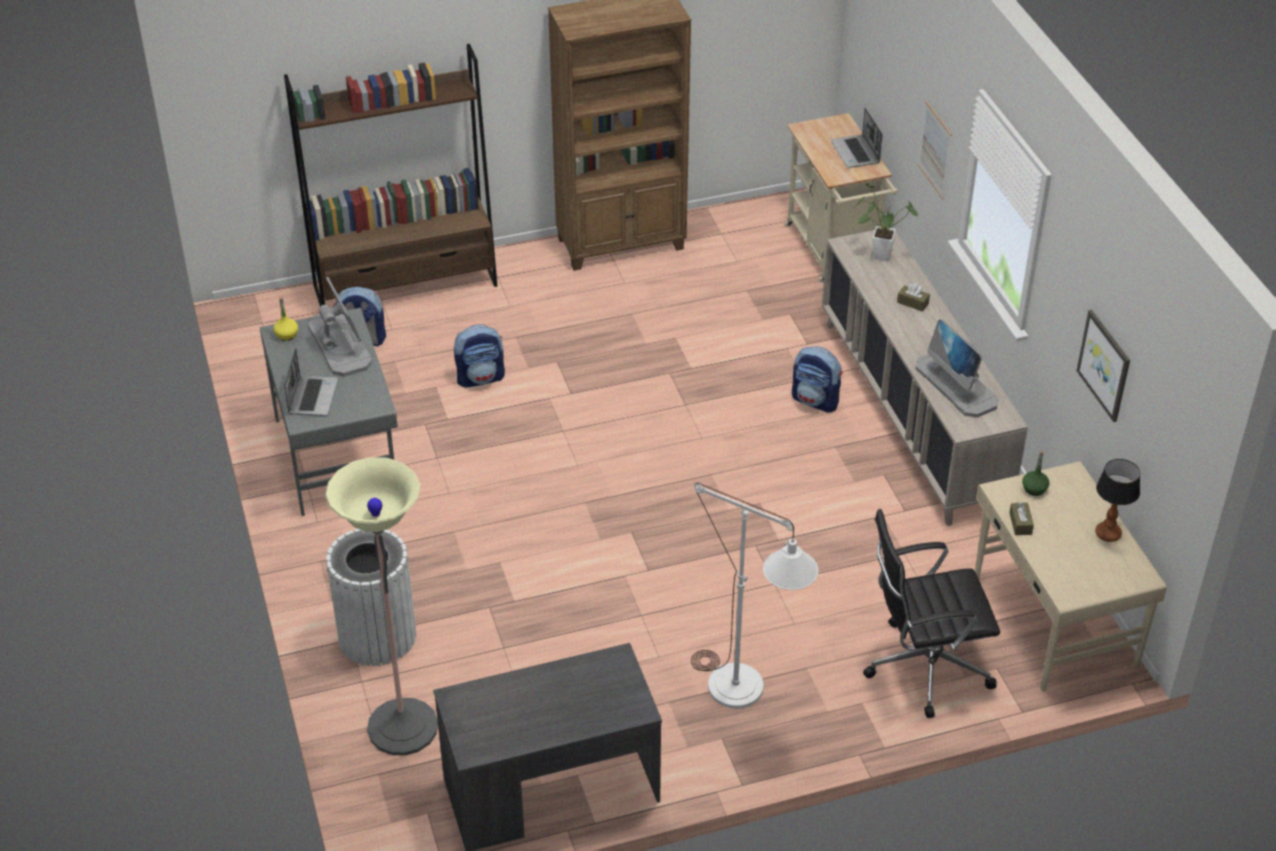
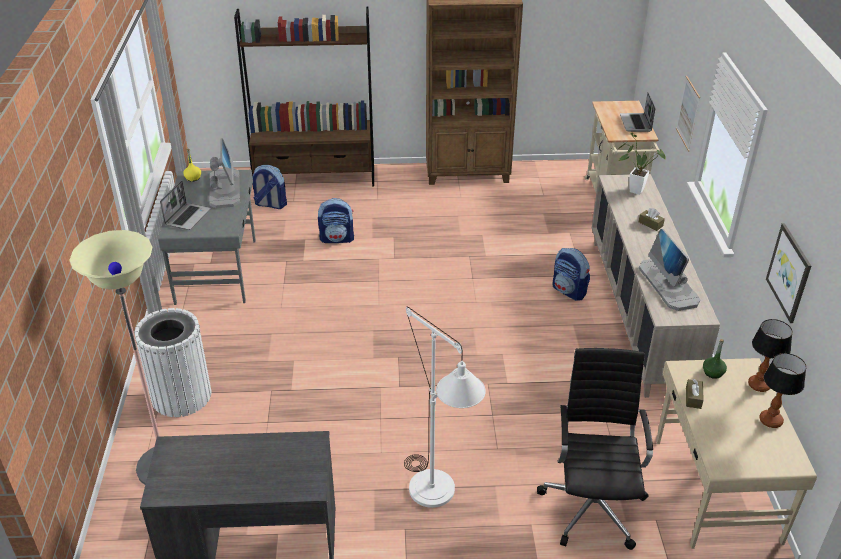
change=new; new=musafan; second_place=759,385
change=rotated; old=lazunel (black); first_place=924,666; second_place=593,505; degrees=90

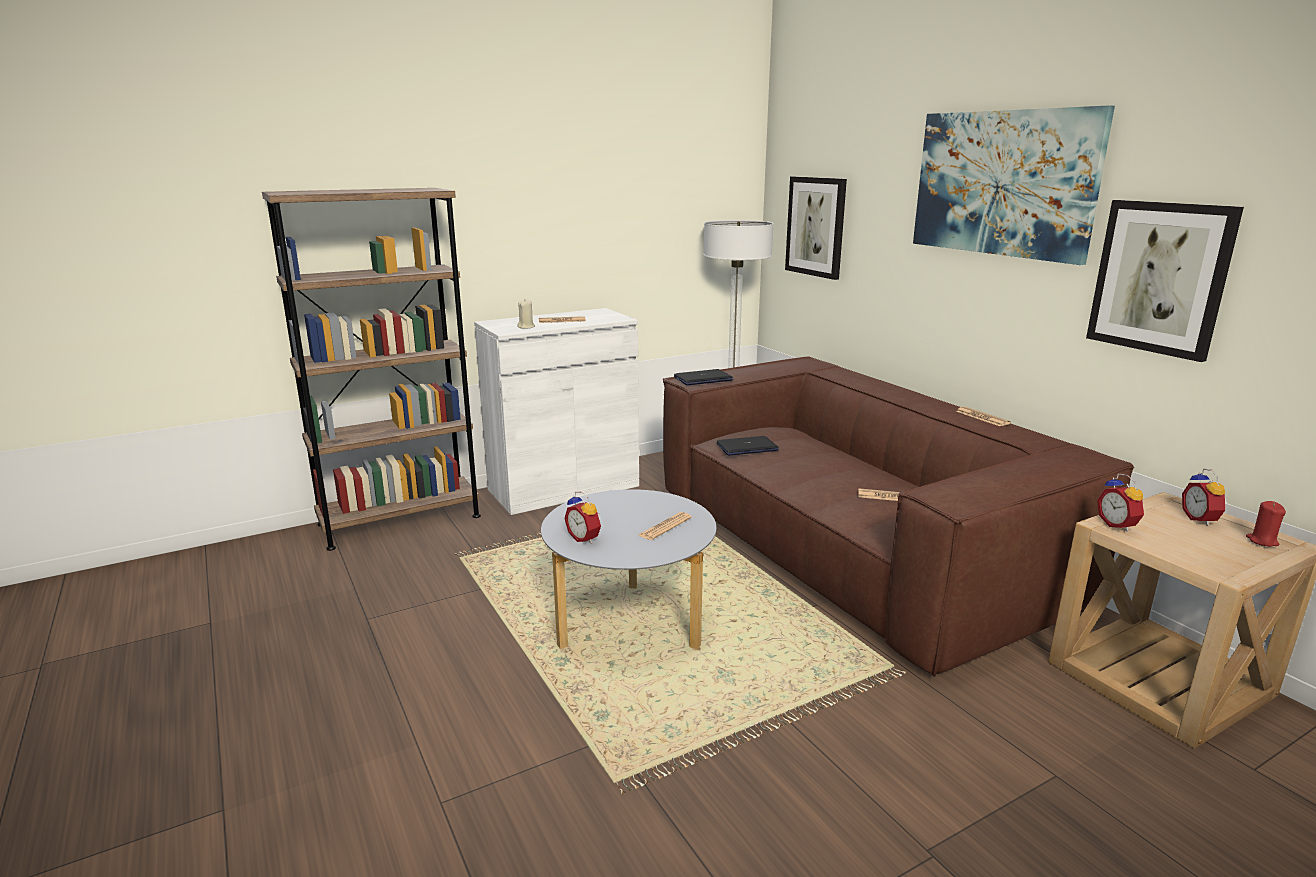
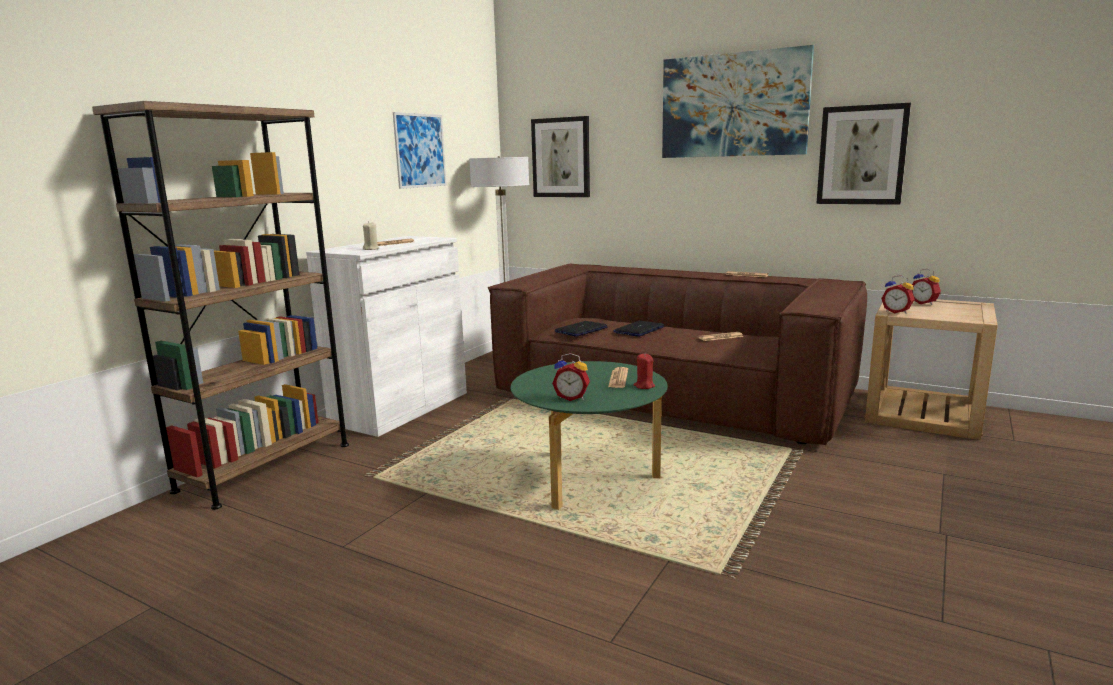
change=new; new=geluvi; second_place=420,150
change=shifted; old=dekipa; first_place=703,379; second_place=639,330
change=shifted; old=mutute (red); first_place=1262,541; second_place=644,386
change=repainted; old=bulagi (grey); new=bulagi (green); first_place=630,625; second_place=590,479

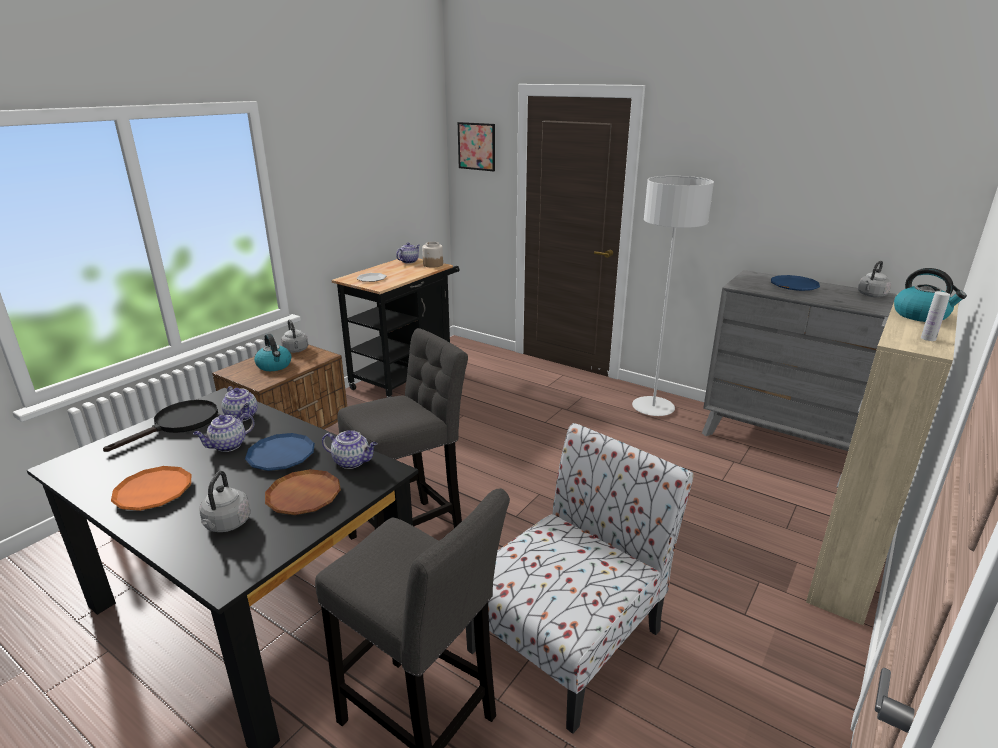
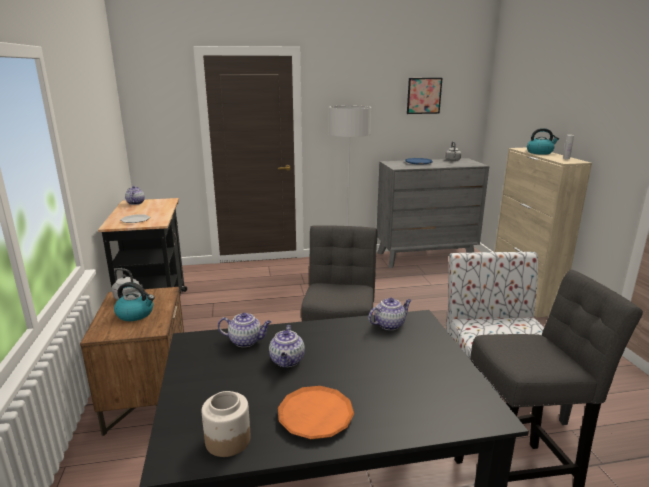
change=gone; old=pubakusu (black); first_place=178,424
change=gone; old=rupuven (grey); first_place=226,524
change=gone; old=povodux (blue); first_place=281,456
change=gone; old=povodux (brown); first_place=303,496
change=shifted; old=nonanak; first_place=433,264; second_place=227,440
change=shifted; old=geluvi; first_place=476,146; second_place=424,95

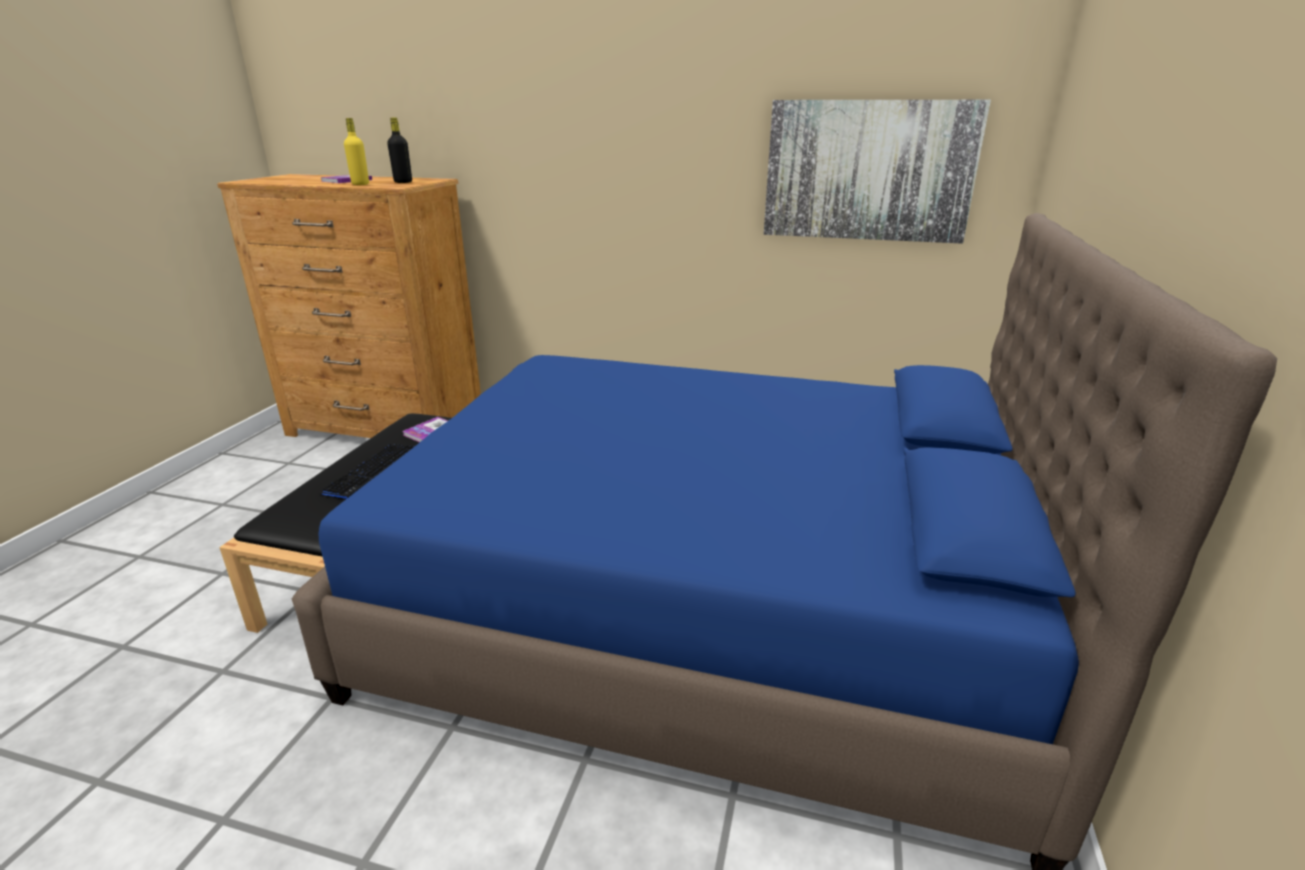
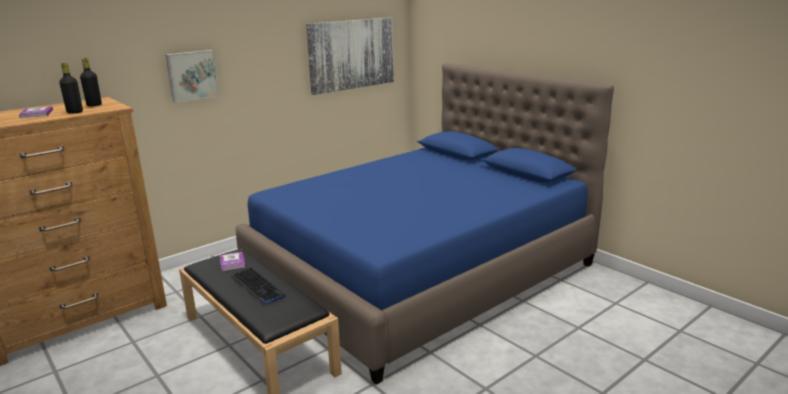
change=new; new=geluvi; second_place=192,75
change=repainted; old=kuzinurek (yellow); new=kuzinurek (black); first_place=360,184; second_place=75,112

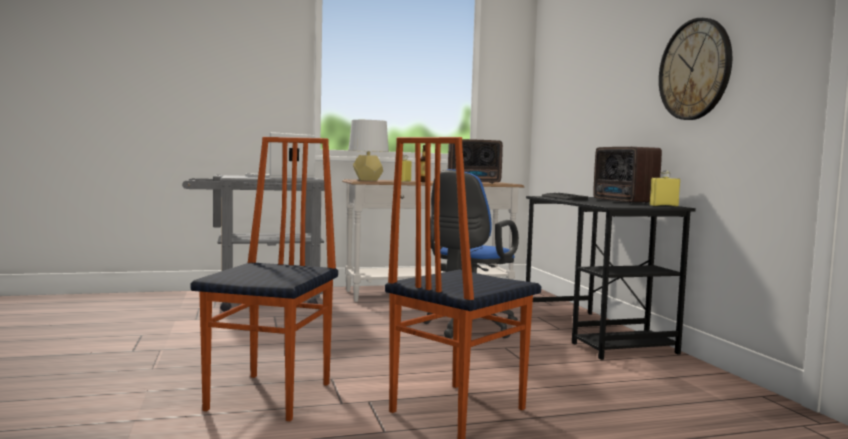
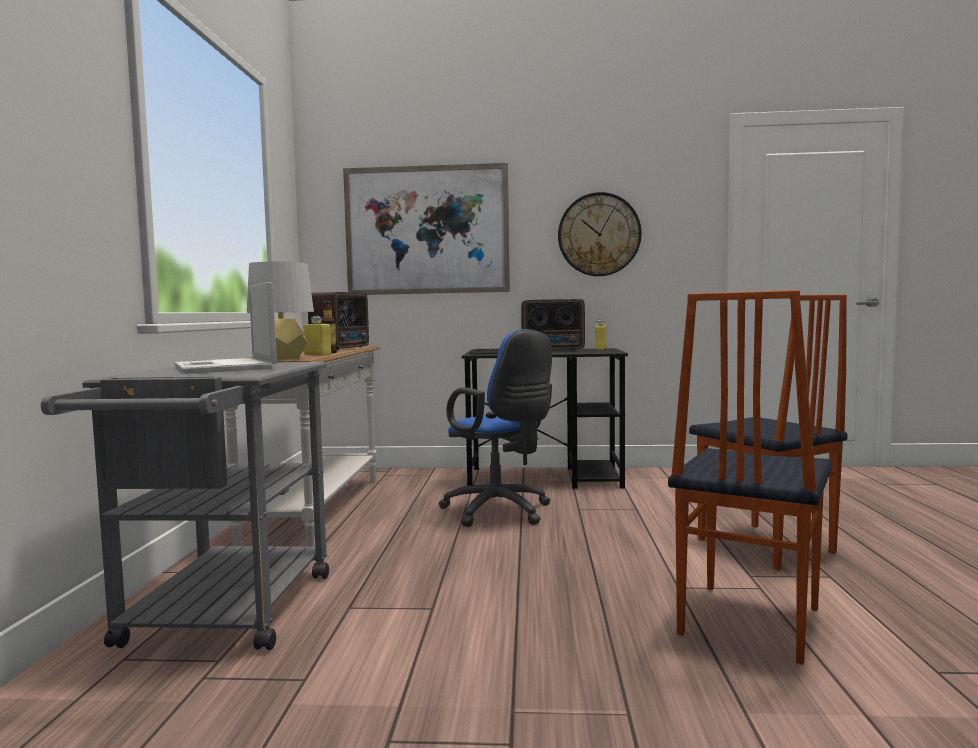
change=new; new=geluvi; second_place=427,230
change=rotated; old=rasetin; first_place=272,396; second_place=746,621; degrees=-90

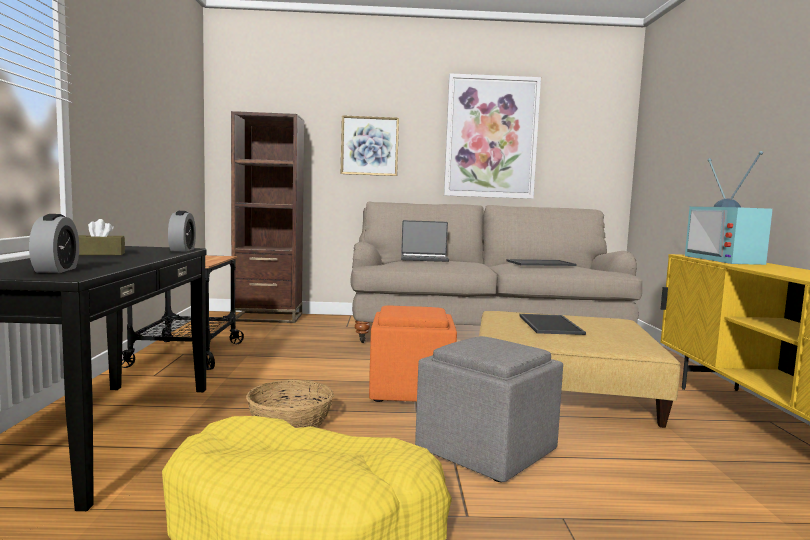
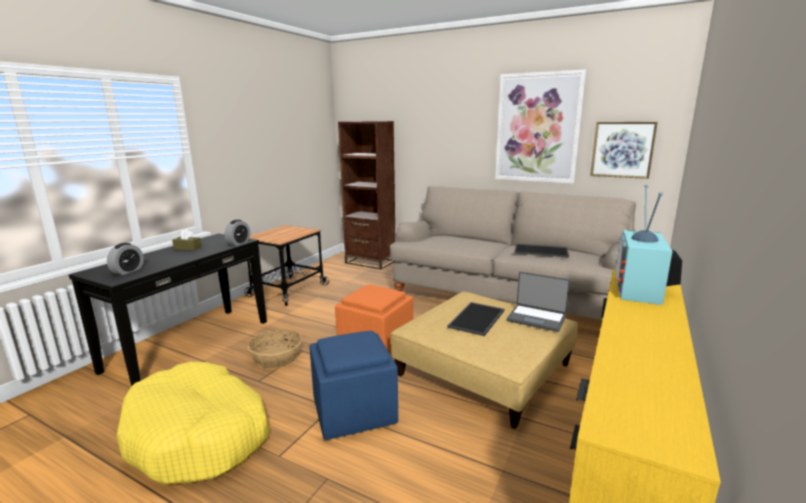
change=shifted; old=geluvi; first_place=369,146; second_place=622,149
change=shifted; old=dekipa; first_place=424,259; second_place=536,318
change=repainted; old=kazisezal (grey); new=kazisezal (blue); first_place=488,451; second_place=355,411

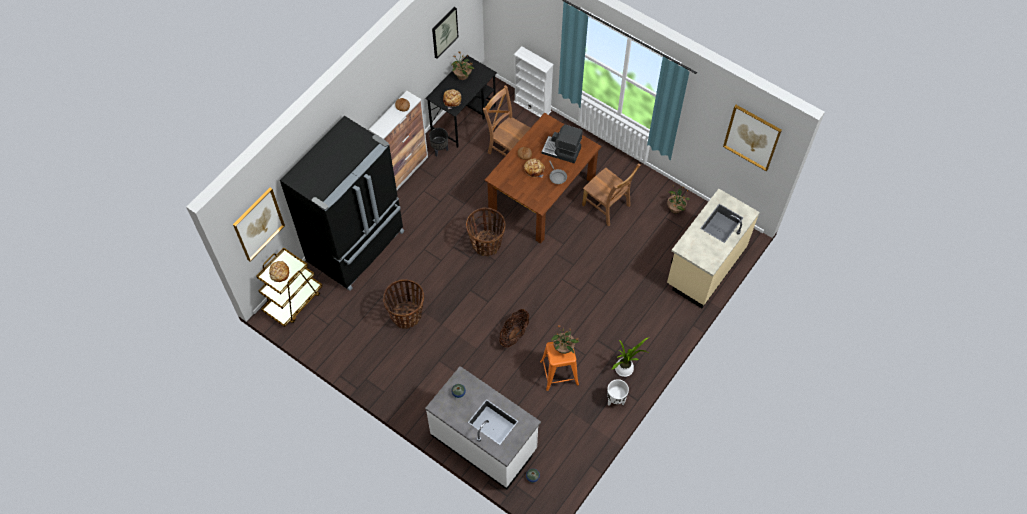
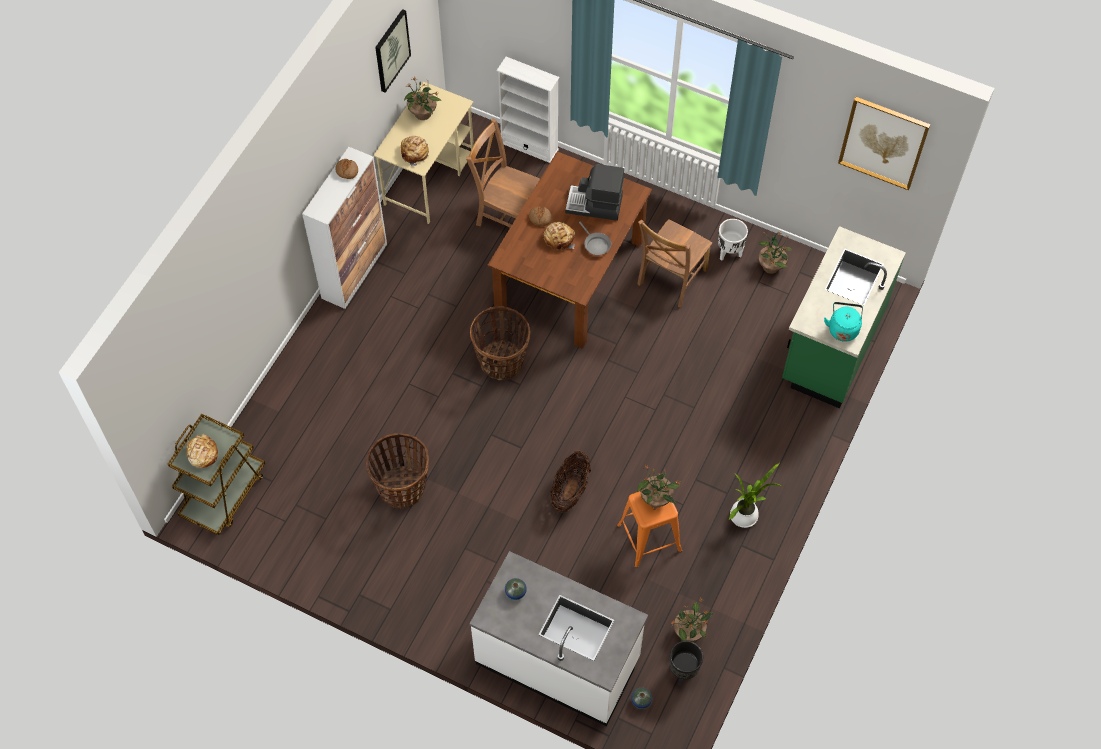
change=gone; old=geluvi; first_place=258,224
change=gone; old=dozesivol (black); first_place=357,247
change=new; new=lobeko; second_place=689,631
change=new; new=rupuven (turquoise); second_place=843,328
change=shifted; old=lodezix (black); first_place=439,150; second_place=683,671
change=shifted; old=lodezix (white); first_place=615,400; second_place=729,252
change=repainted; old=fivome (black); new=fivome (beige); first_place=463,118; second_place=429,178
change=repainted; old=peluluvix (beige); new=peluluvix (green); first_place=705,267; second_place=831,346
change=rotated; old=rasetin (brown); first_place=607,207; second_place=670,279; degrees=90

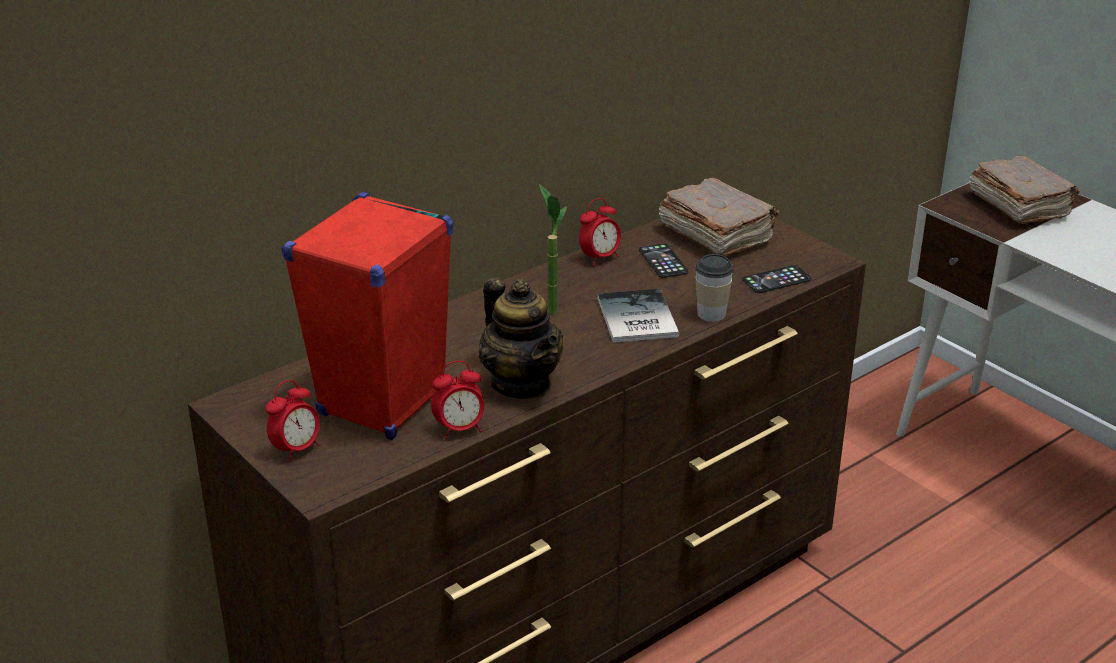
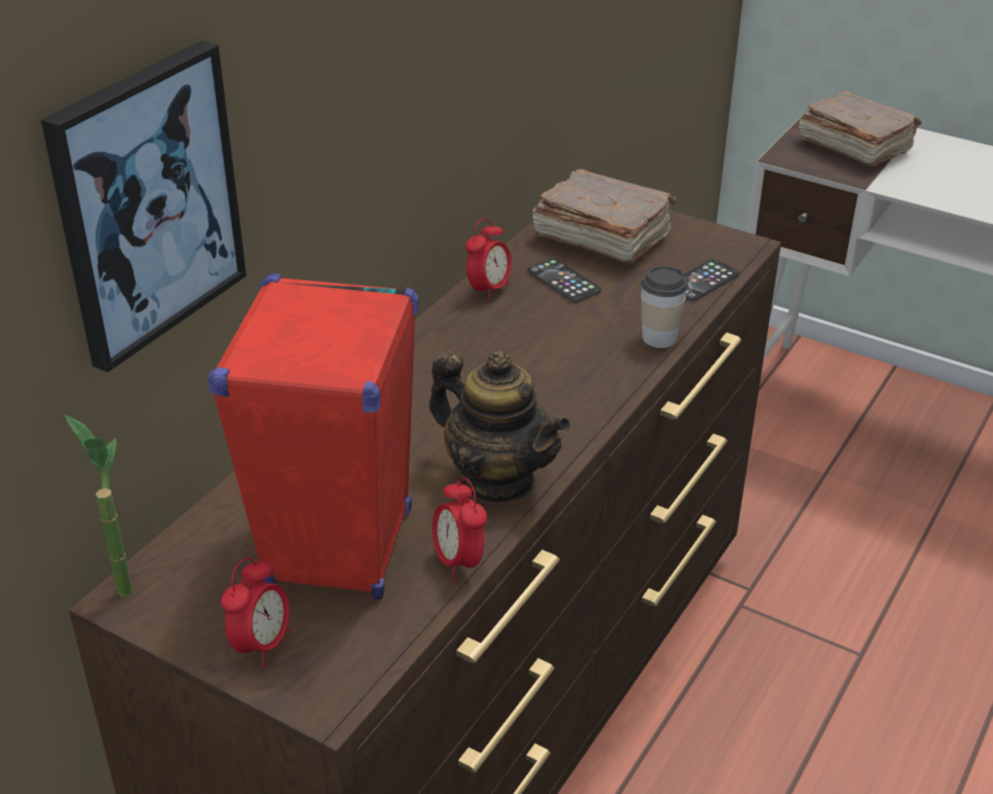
change=gone; old=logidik; first_place=635,319
change=new; new=geluvi; second_place=146,203
change=shifted; old=lobeko; first_place=551,306; second_place=120,582
change=rotated; old=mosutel; first_place=460,429; second_place=459,562; degrees=105

